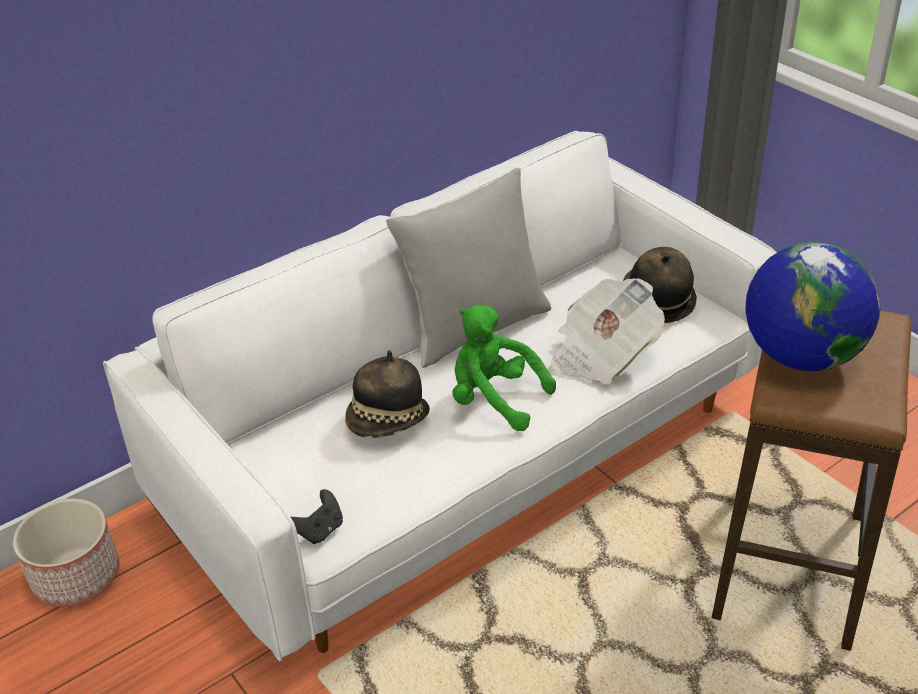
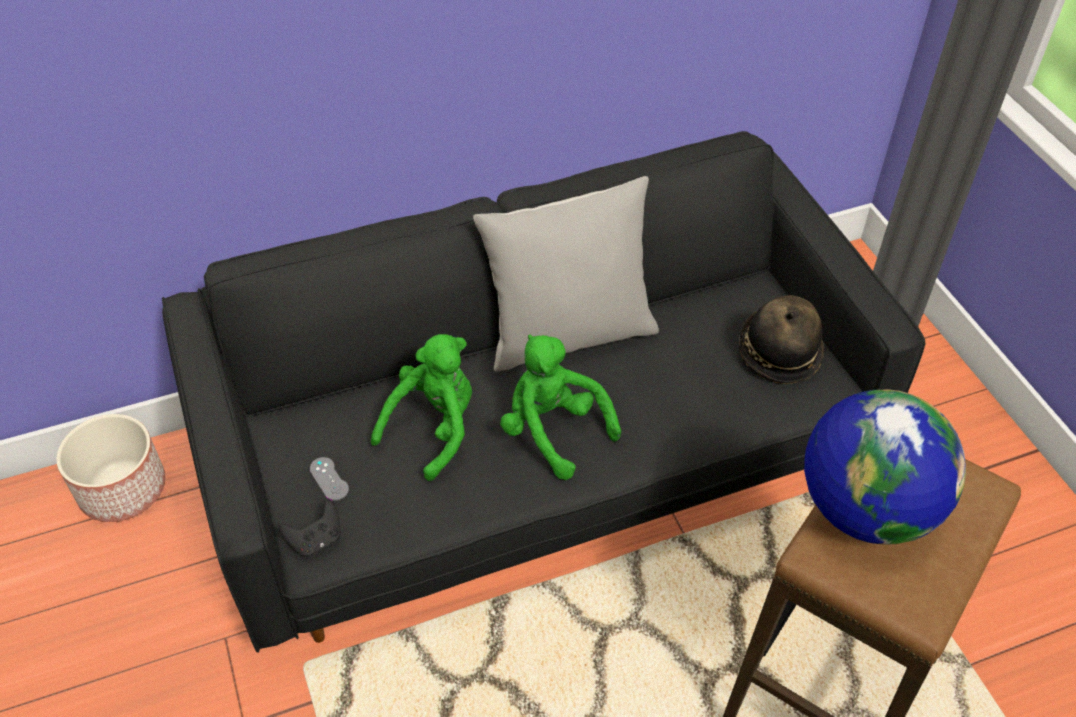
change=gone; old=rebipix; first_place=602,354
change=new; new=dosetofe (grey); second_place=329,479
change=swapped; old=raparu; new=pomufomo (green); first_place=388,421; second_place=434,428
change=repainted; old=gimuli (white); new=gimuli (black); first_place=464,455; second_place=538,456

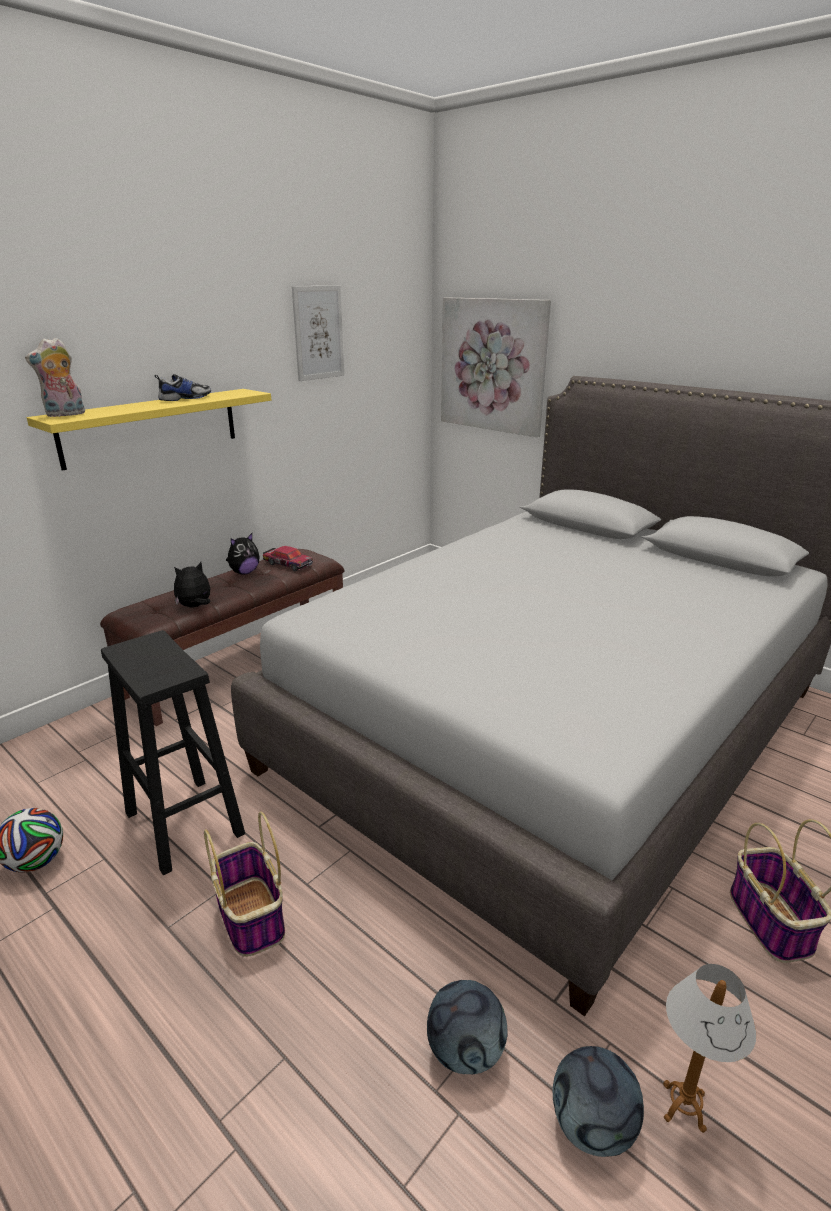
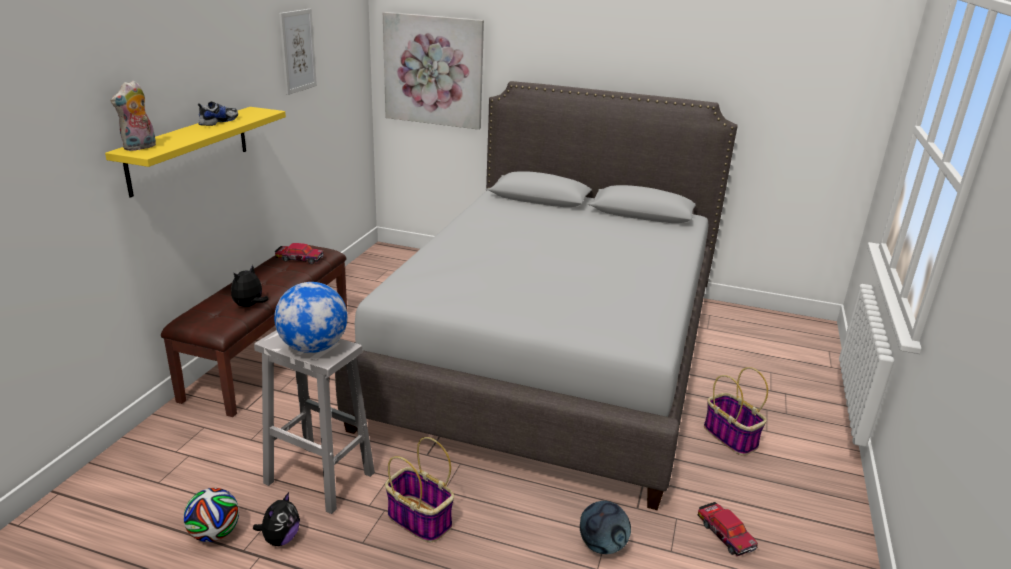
change=gone; old=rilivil; first_place=591,1124
change=new; new=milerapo; second_place=313,347
change=shifted; old=pomufomo; first_place=244,572; second_place=280,539
change=swapped; old=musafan; new=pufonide; first_place=683,1106; second_place=725,534
change=repainted; old=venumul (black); new=venumul (white); first_place=183,822; second_place=318,478

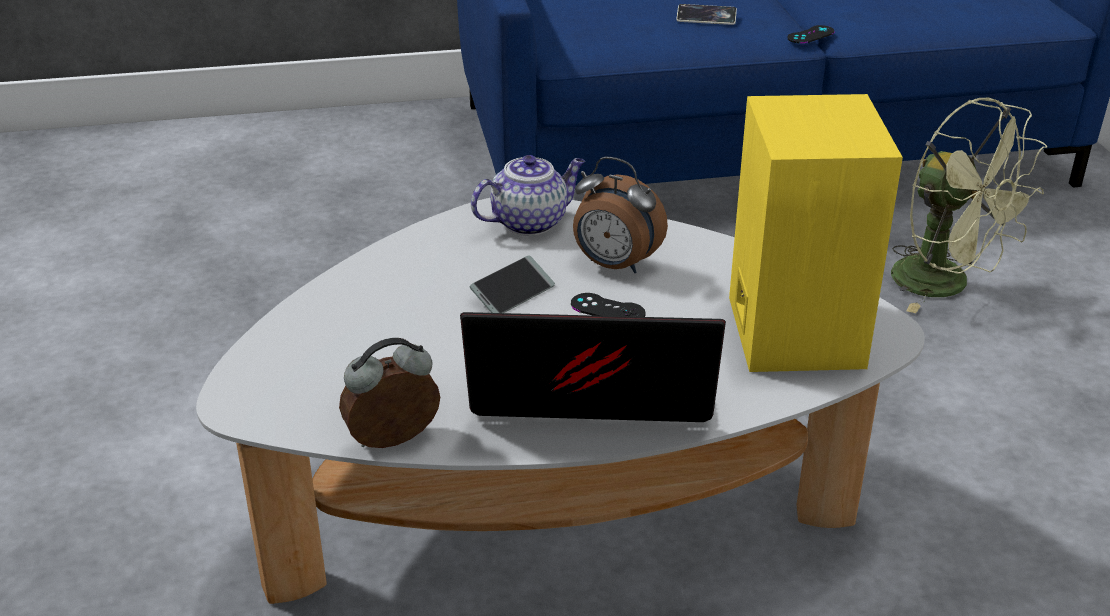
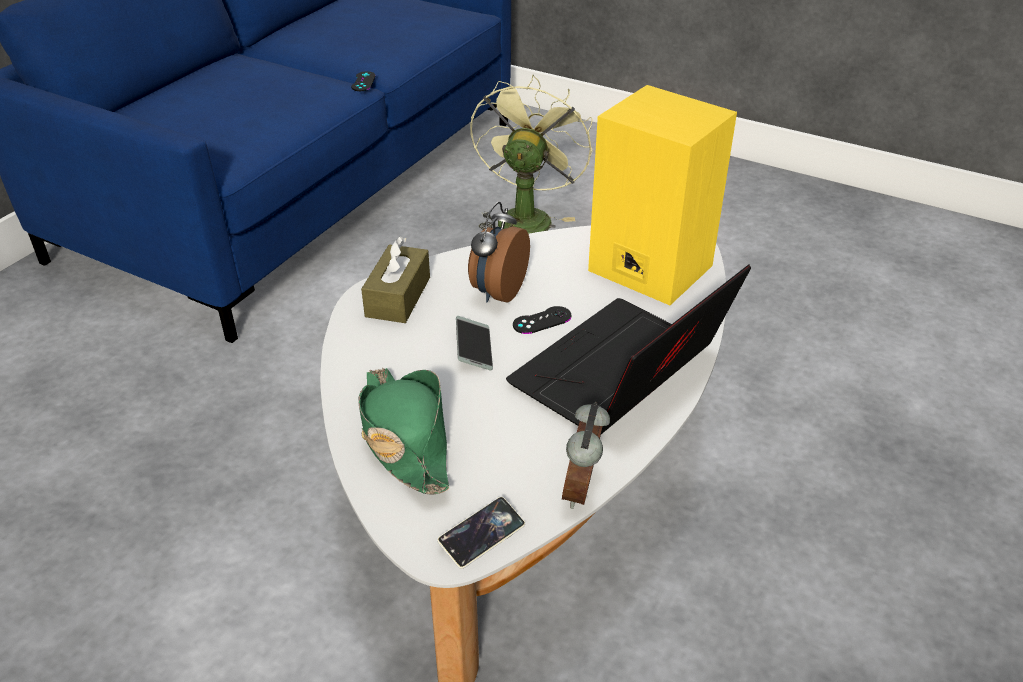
change=new; new=raparu (green); second_place=404,438
change=shifted; old=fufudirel; first_place=706,18; second_place=482,536
change=swapped; old=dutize; new=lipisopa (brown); first_place=530,222; second_place=398,297
change=rotated; old=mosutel; first_place=614,265; second_place=497,292; degrees=135
change=rotated; old=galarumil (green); first_place=946,285; second_place=525,217; degrees=-75

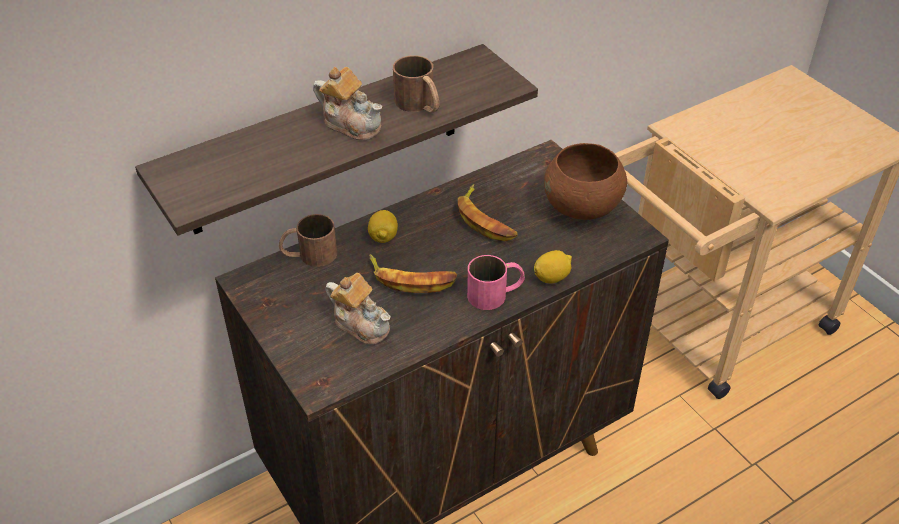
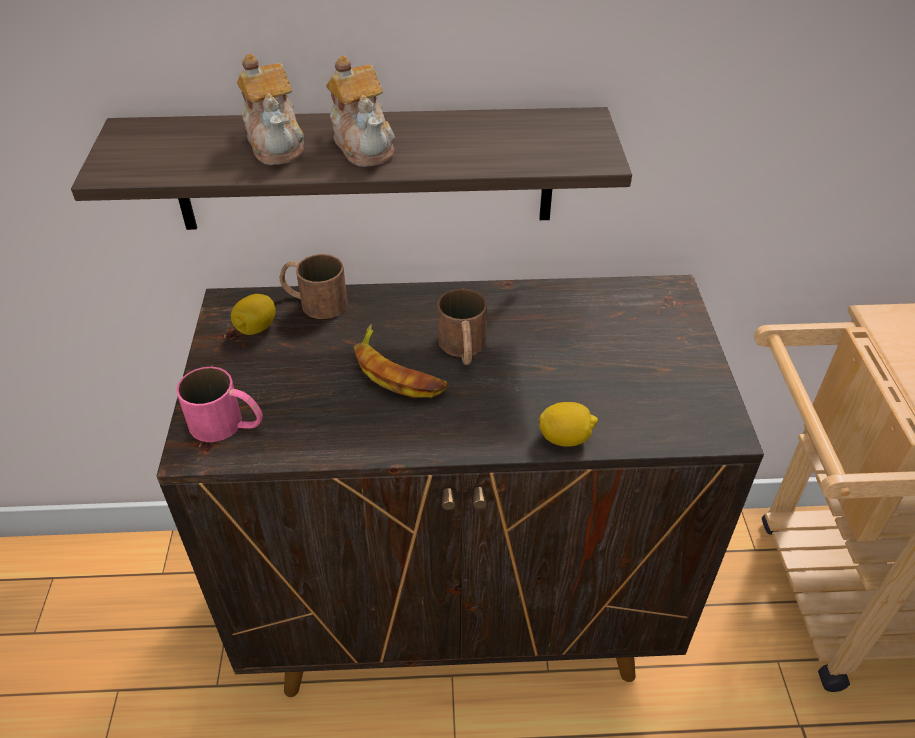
change=gone; old=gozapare; first_place=485,220
change=gone; old=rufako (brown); first_place=582,207
change=shifted; old=dutize; first_place=361,324; second_place=276,143
change=shifted; old=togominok; first_place=383,237; second_place=256,328
change=shifted; old=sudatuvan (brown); first_place=420,105; second_place=463,349
change=shifted; old=sudatuvan (pink); first_place=496,293; second_place=228,424

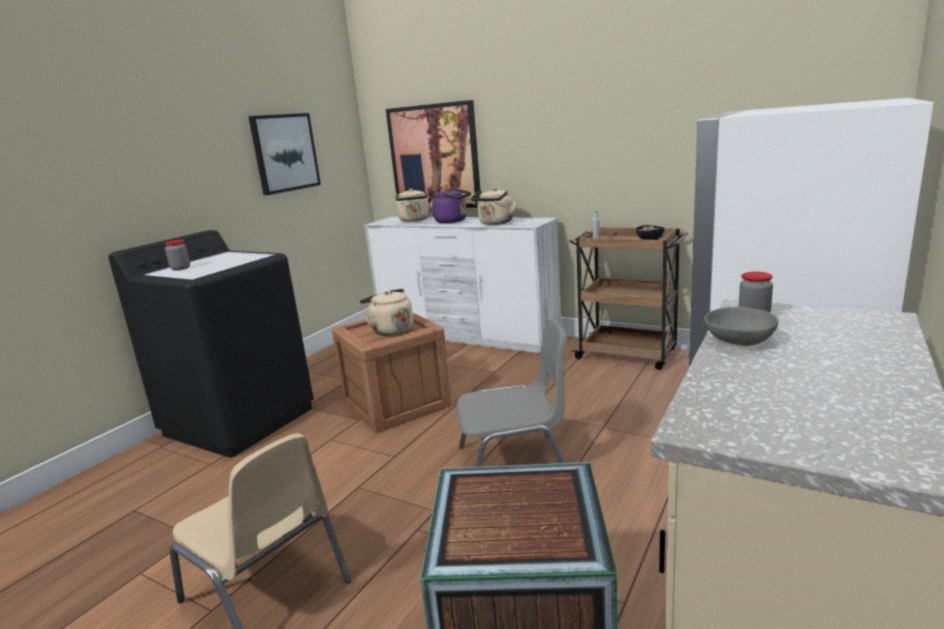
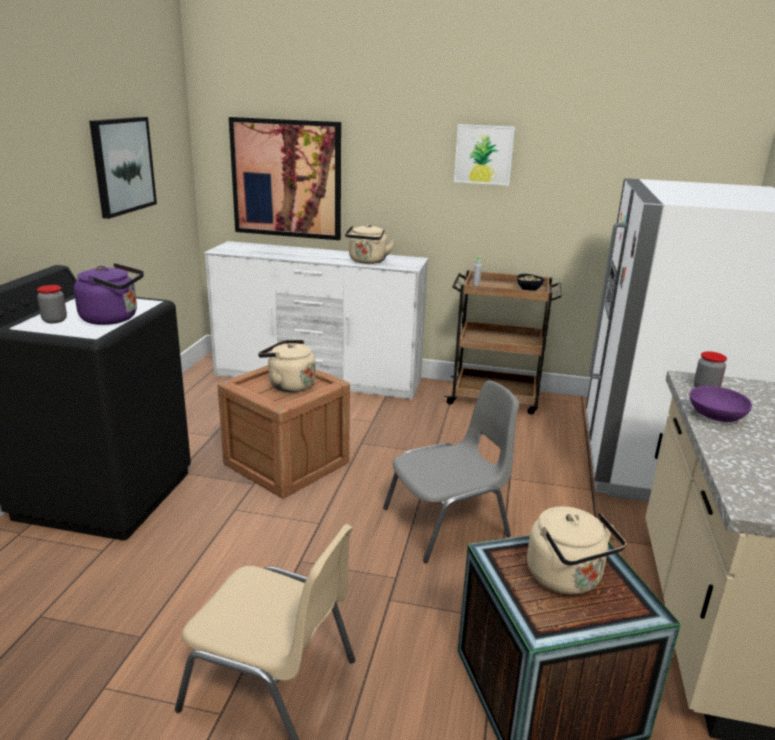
change=new; new=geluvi; second_place=483,154
change=shifted; old=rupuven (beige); first_place=414,220; second_place=567,579
change=shifted; old=rupuven (purple); first_place=453,221; second_place=113,319
change=repainted; old=rufako (grey); new=rufako (purple); first_place=738,341; second_place=715,416

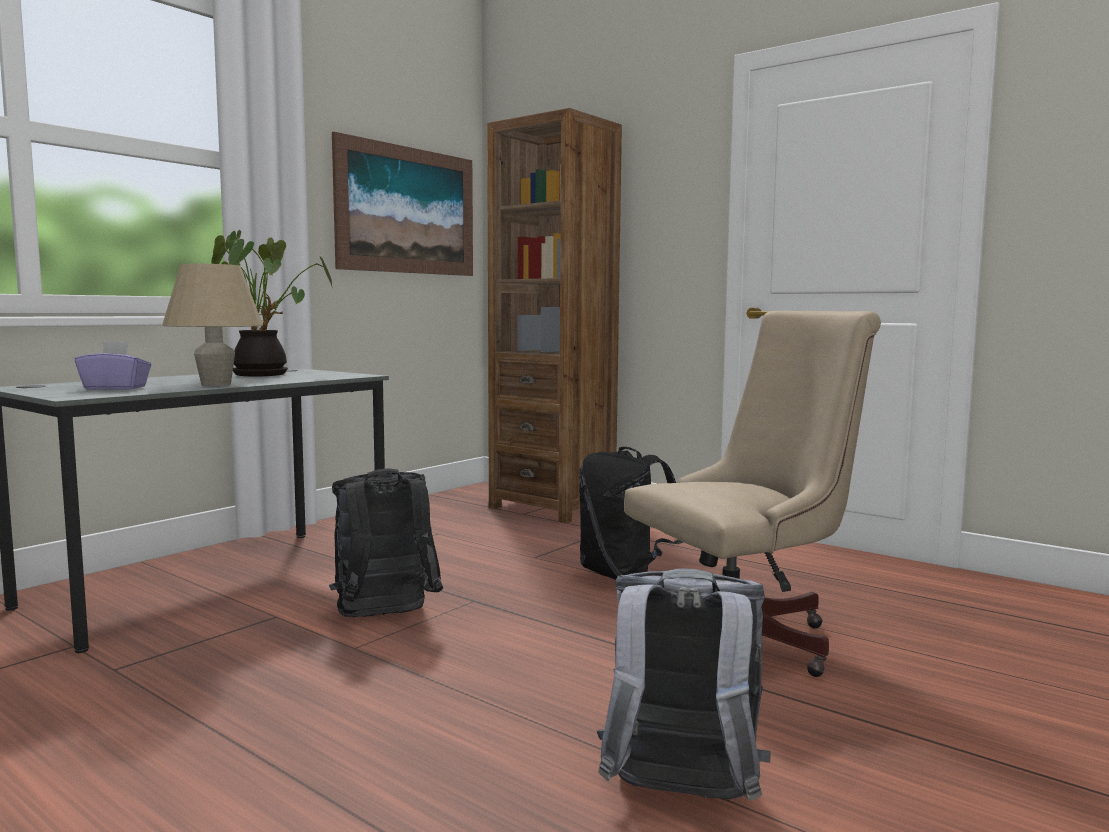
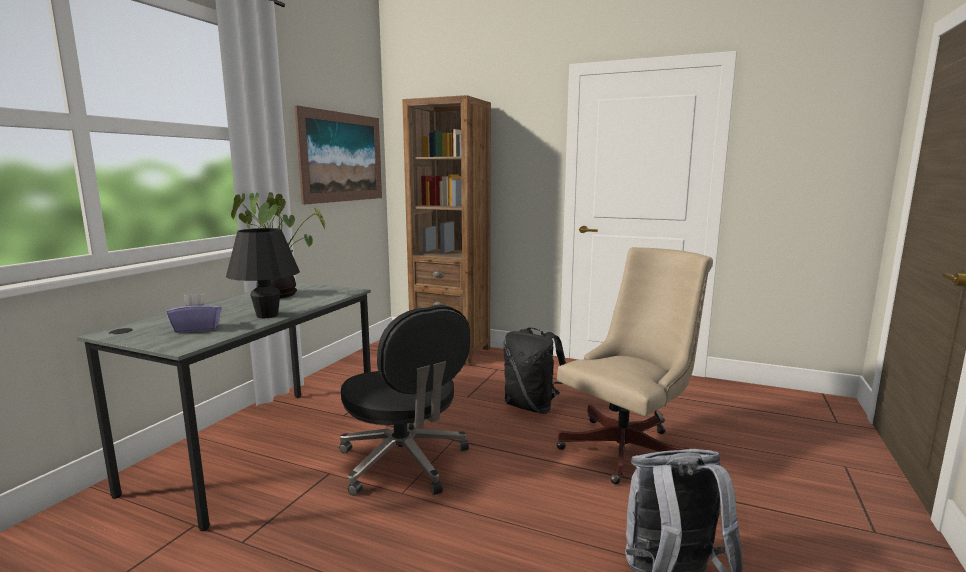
change=swapped; old=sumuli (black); new=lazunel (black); first_place=384,617; second_place=404,462
change=repainted; old=musafan (beige); new=musafan (black); first_place=216,384; second_place=267,315

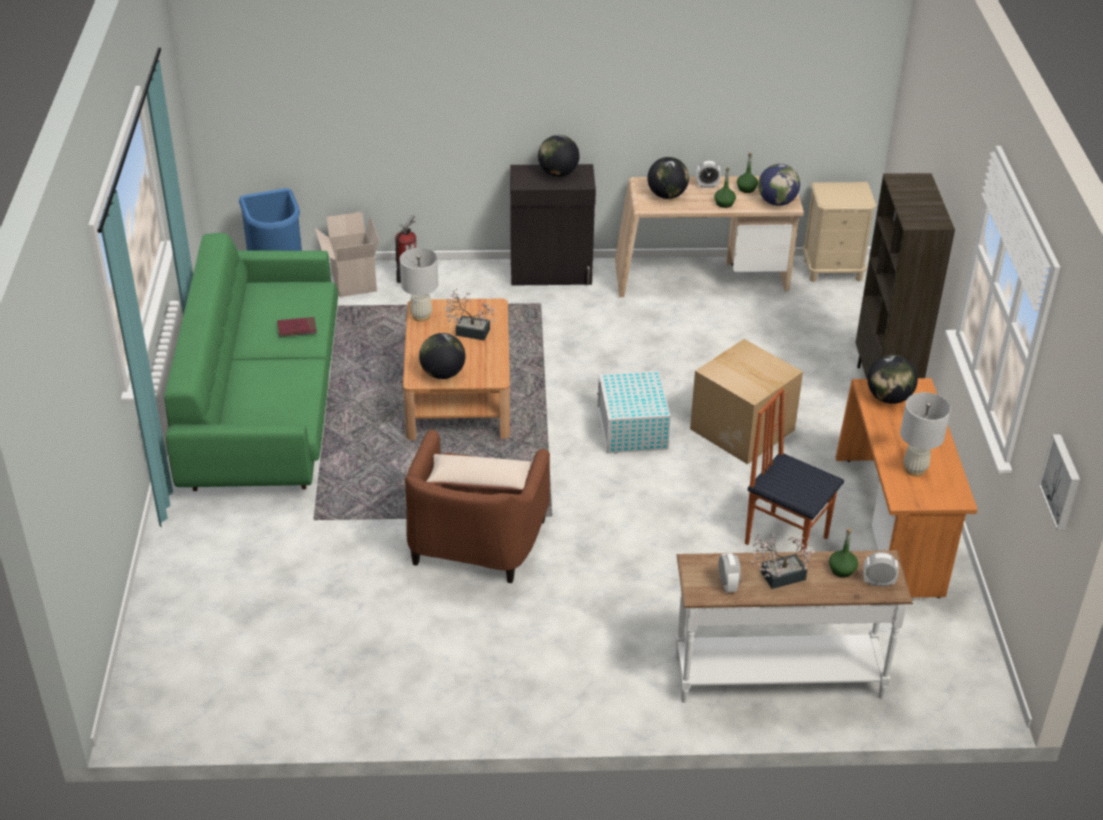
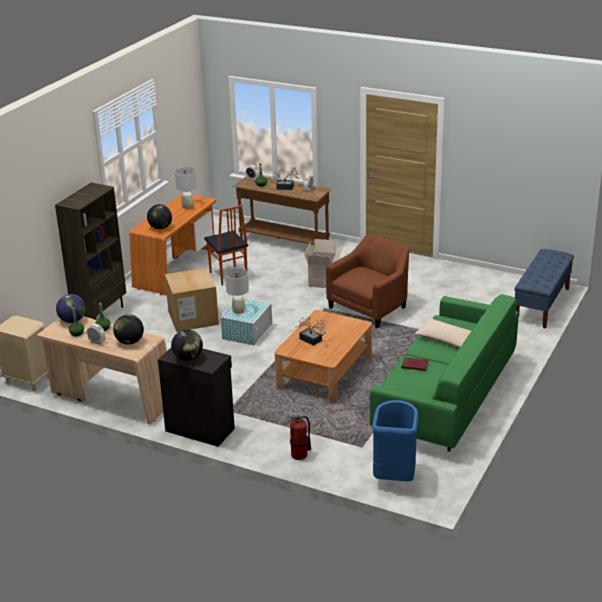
change=gone; old=milerapo; first_place=443,374
change=gone; old=geluvi; first_place=1063,482
change=new; new=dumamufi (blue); second_place=542,305
change=shifted; old=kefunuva; first_place=352,281; second_place=323,281
change=shifted; old=musafan (white); first_place=421,316; second_place=238,310
change=shifted; old=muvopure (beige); first_place=480,481; second_place=446,339
change=repainted; old=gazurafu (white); new=gazurafu (brown); first_place=778,676; second_place=283,242

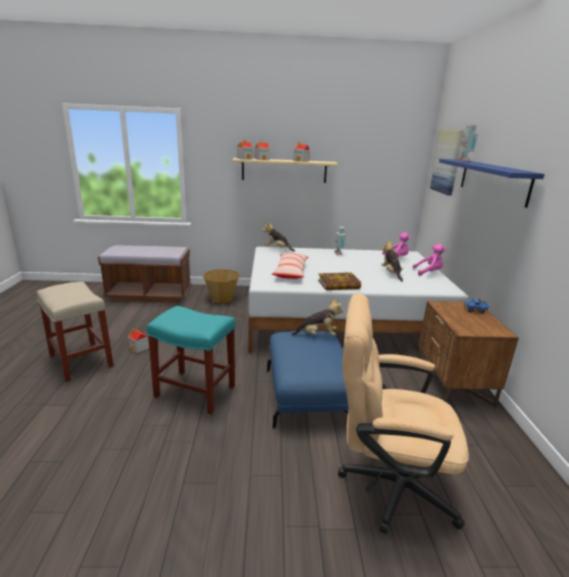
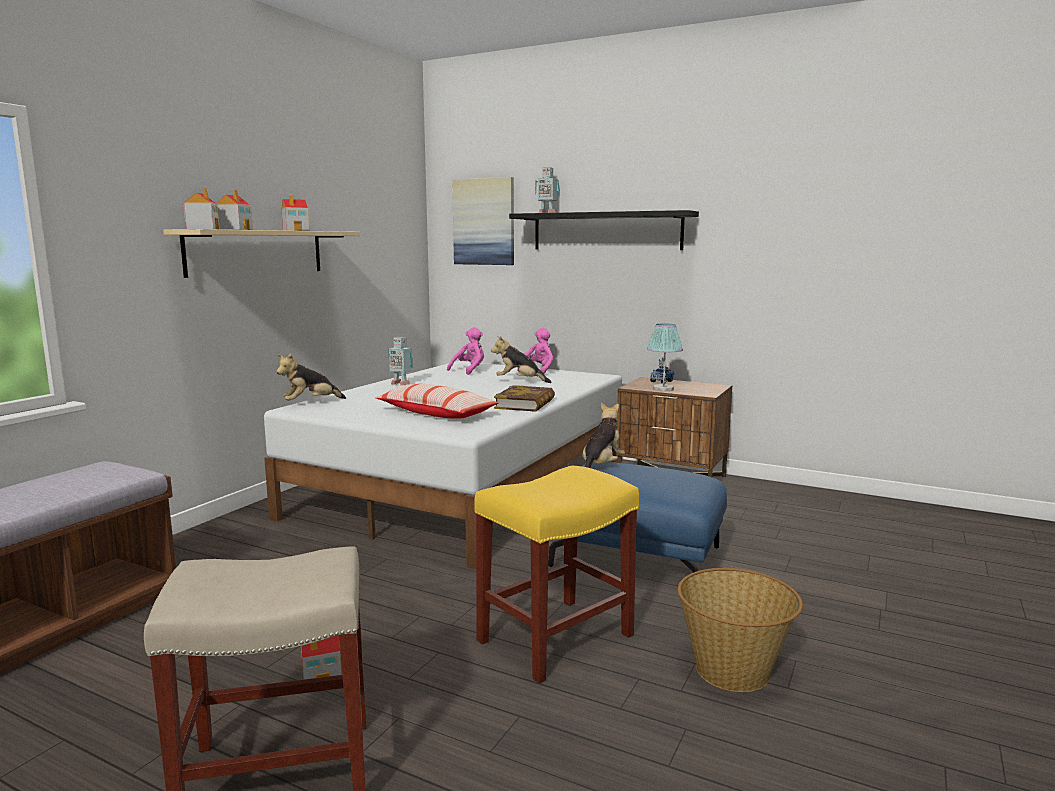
change=gone; old=lazunel (beige); first_place=386,483
change=new; new=musafan; second_place=663,389
change=shifted; old=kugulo; first_place=221,299; second_place=733,670
change=repainted; old=venumul (turquoise); new=venumul (yellow); first_place=196,391; second_place=557,637
change=repainted; old=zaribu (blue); new=zaribu (black); first_place=493,180; second_place=606,231

